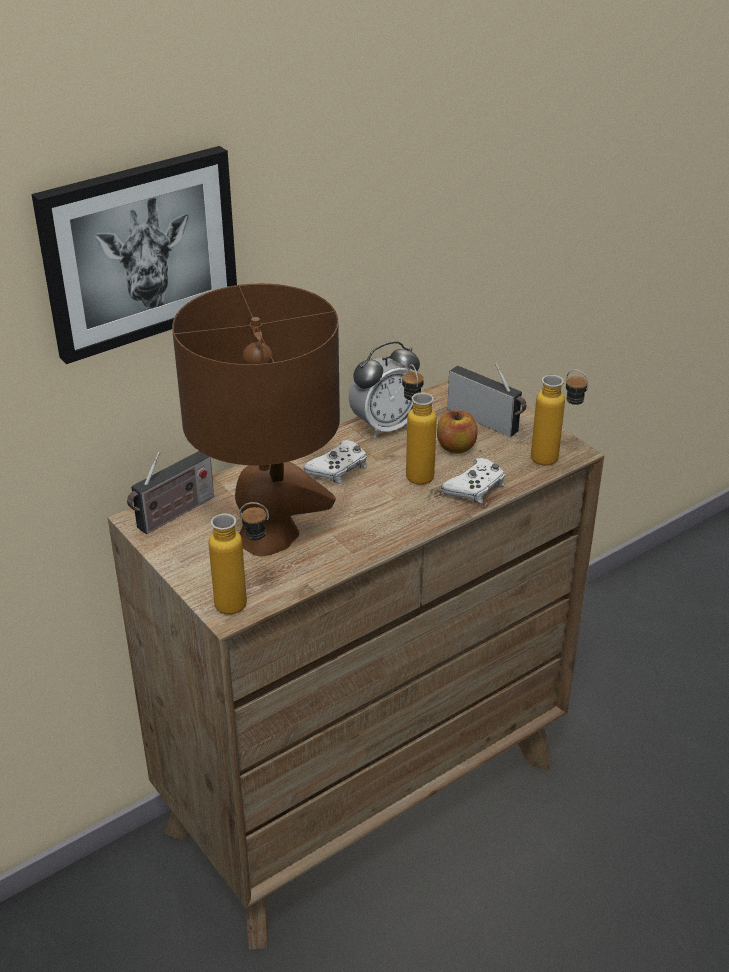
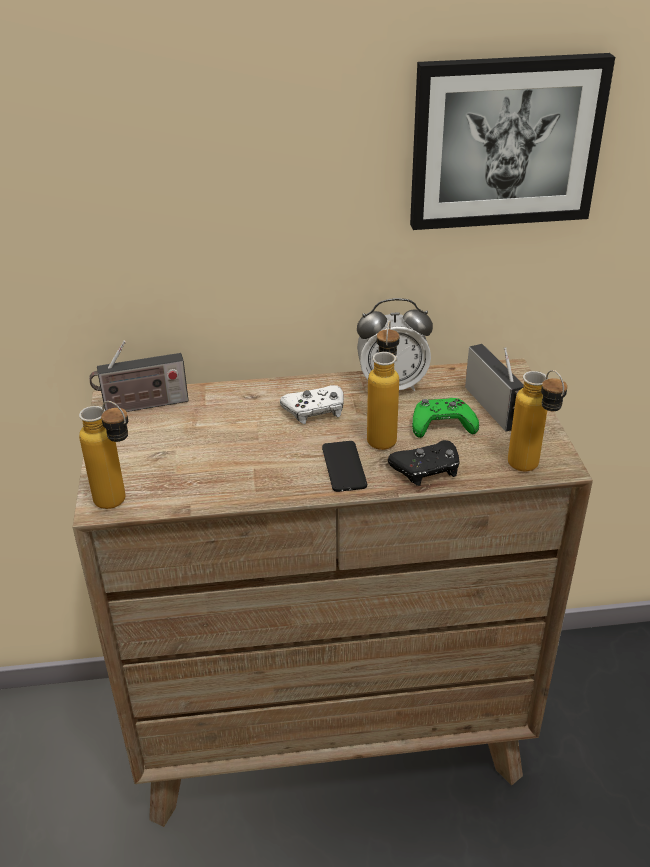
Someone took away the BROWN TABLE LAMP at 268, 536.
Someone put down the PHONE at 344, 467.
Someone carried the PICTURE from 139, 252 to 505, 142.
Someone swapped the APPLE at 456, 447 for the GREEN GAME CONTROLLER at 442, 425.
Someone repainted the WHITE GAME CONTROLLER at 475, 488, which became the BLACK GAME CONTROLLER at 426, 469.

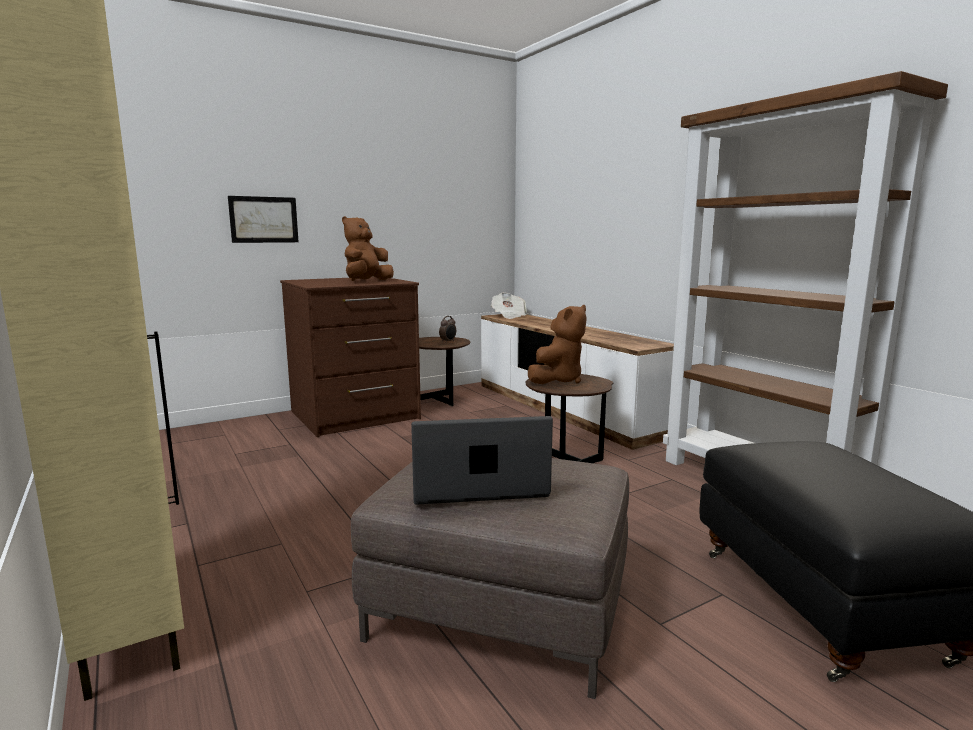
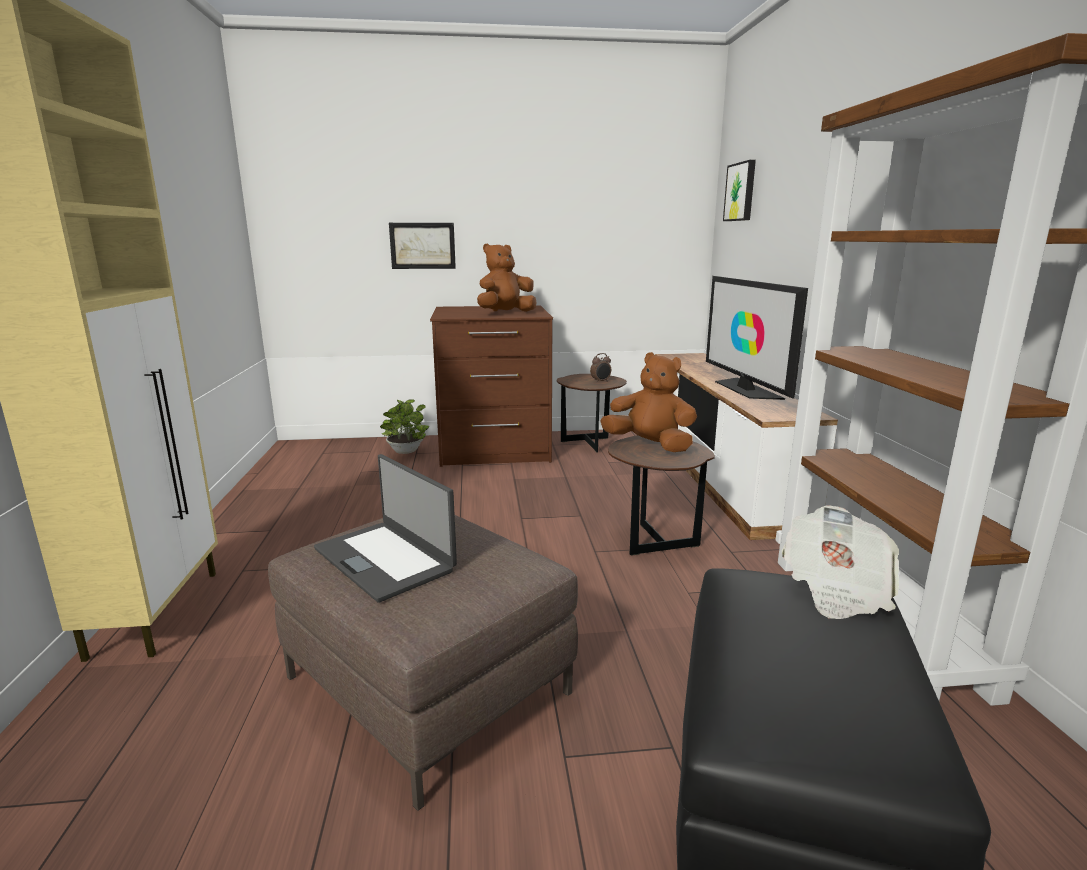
Someone put down the POTTED PLANT at 405, 452.
Someone put down the TELEVISION at 745, 389.
Someone put up the PICTURE at 741, 192.
Someone carried the NEWSPAPER from 508, 316 to 836, 589.
Someone rotated the LAPTOP at 478, 486 by 150 degrees counterclockwise.
Someone rotated the BROWN PLUSH TOY at 557, 380 by 120 degrees counterclockwise.

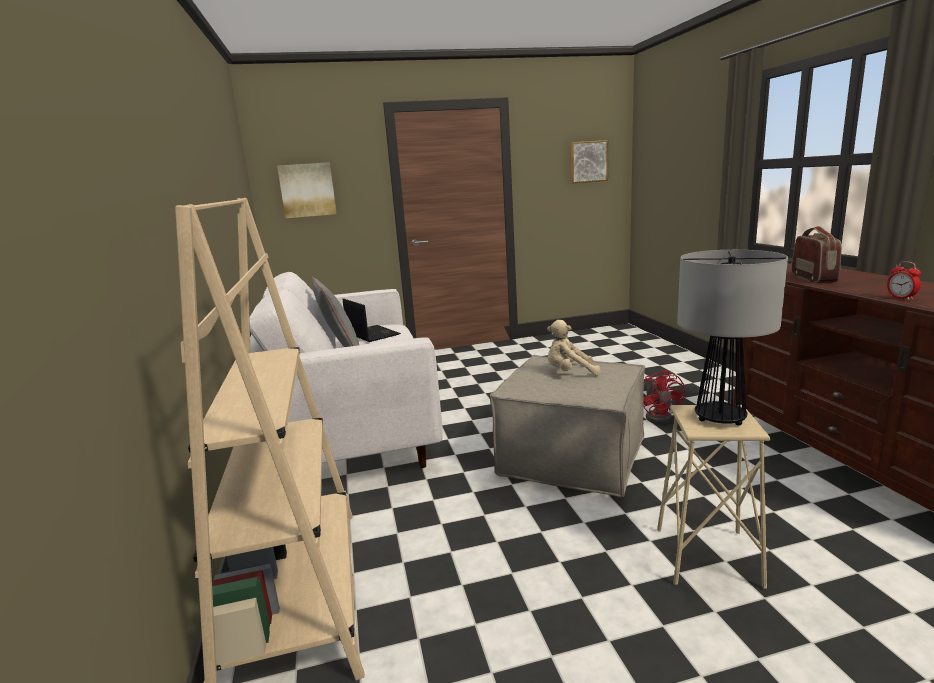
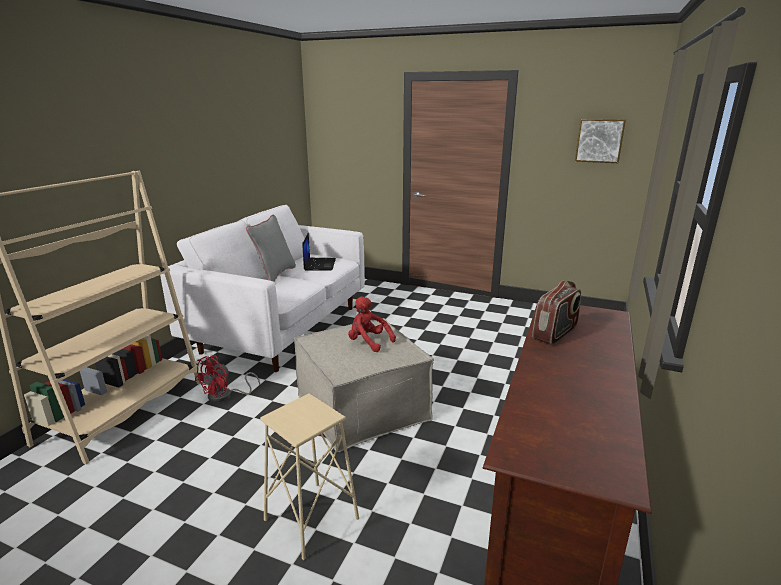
Someone took away the PICTURE at 307, 190.
Someone took away the TABLE LAMP at 719, 419.
Someone took away the ALARM CLOCK at 901, 298.
Someone carried the RED FAN from 661, 416 to 225, 396.
Someone repainted the BEIGE PLUSH TOY at 569, 373, which became the RED PLUSH TOY at 368, 342.

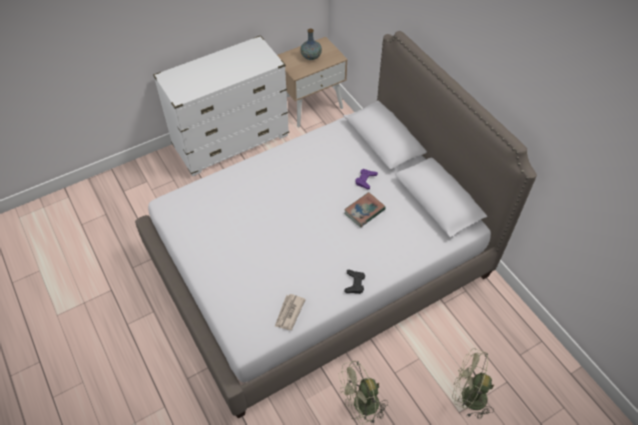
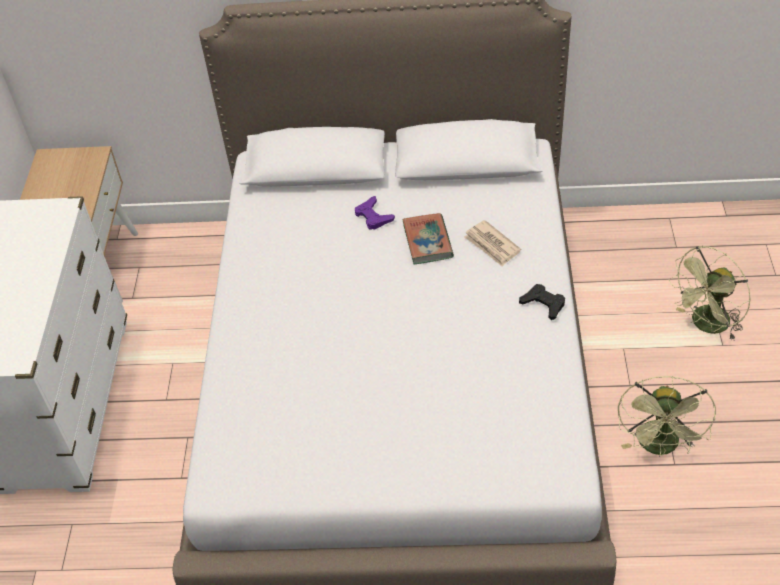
Someone took away the VASE at 311, 56.
Someone carried the NEWSPAPER from 289, 313 to 492, 245.

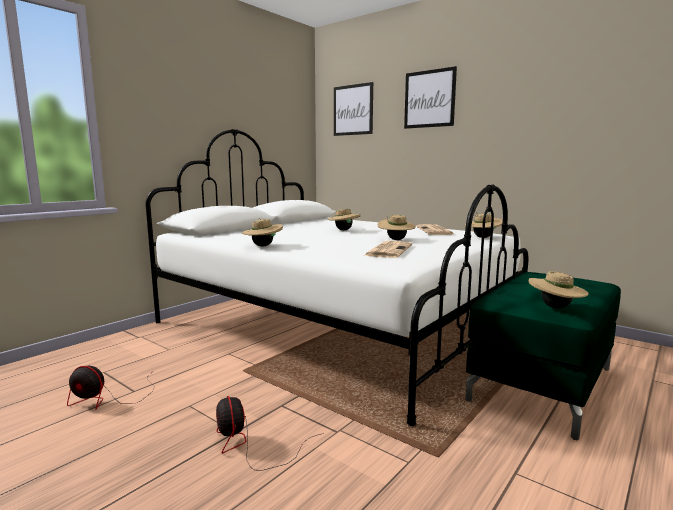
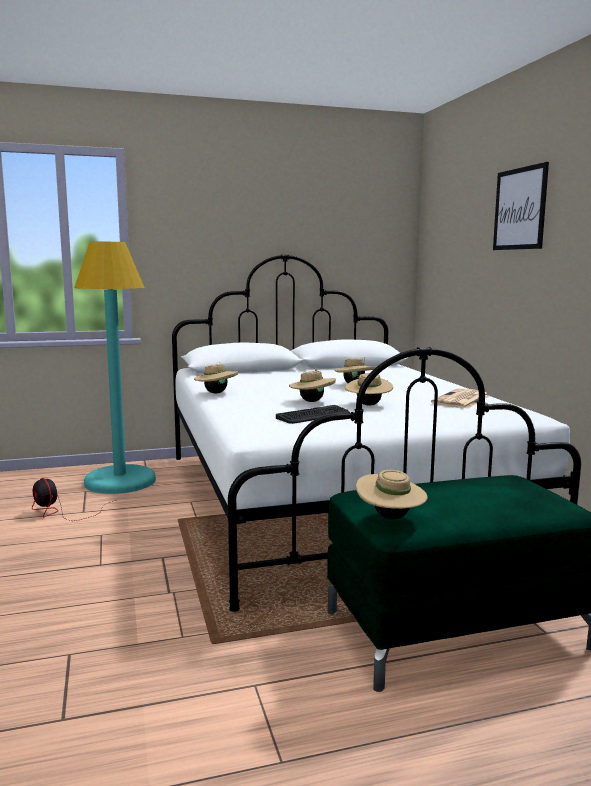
Someone took away the FAN at 249, 445.
Someone took away the PICTURE at 353, 110.
Someone put down the TURQUOISE FLOOR LAMP at 120, 481.
Someone carried the BEIGE HAT from 482, 237 to 312, 401.
Someone swapped the NEWSPAPER at 388, 250 for the KEYBOARD at 314, 416.

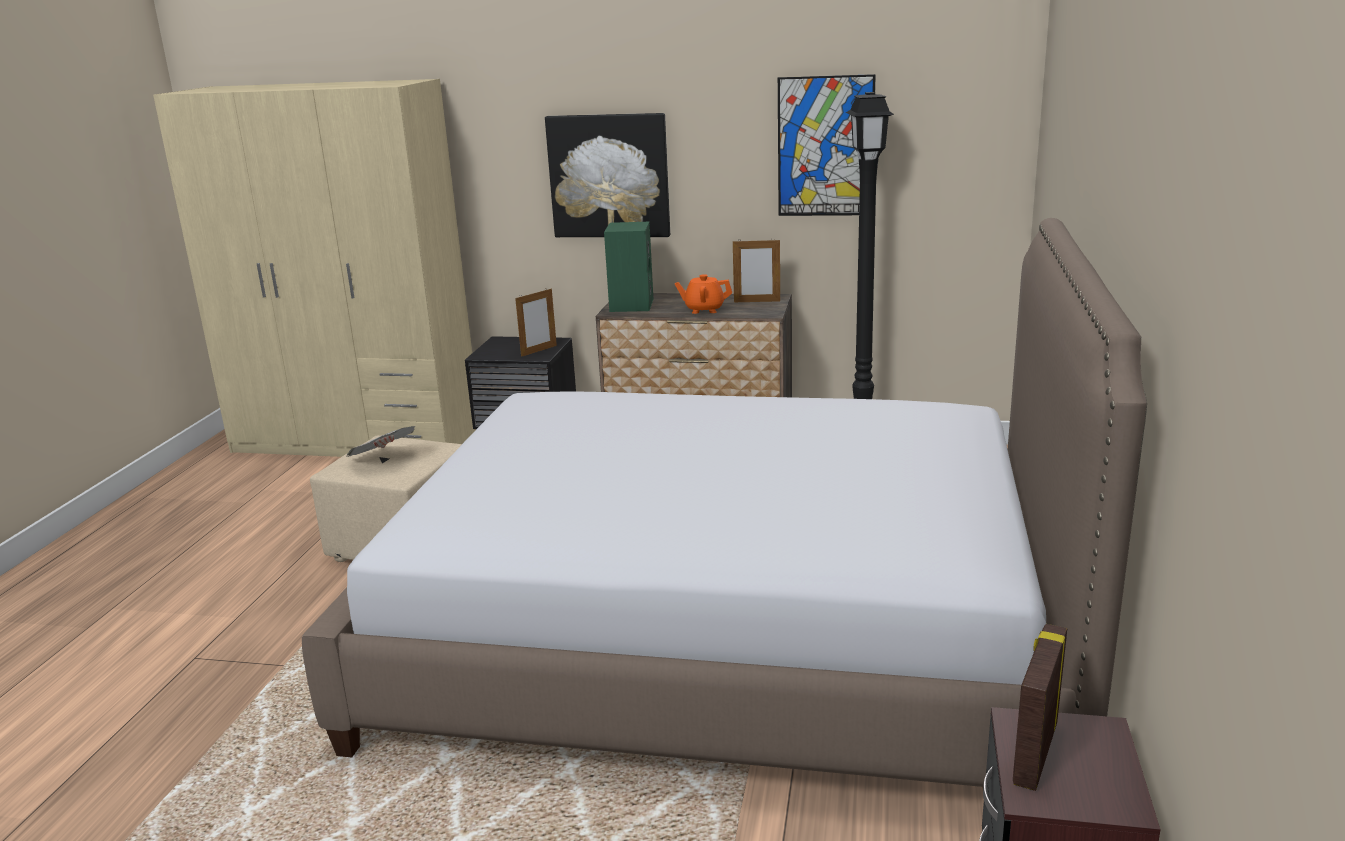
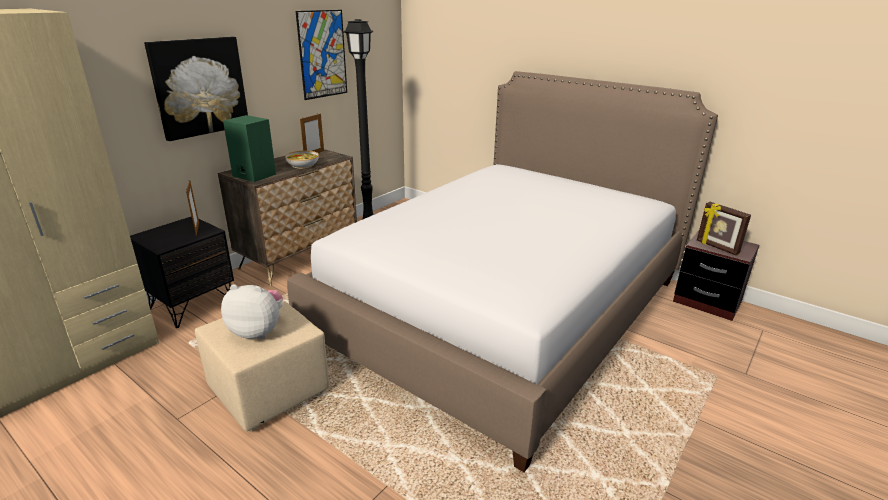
Someone swapped the NEWSPAPER at 383, 459 for the PLUSH TOY at 258, 331.
Someone swapped the ORANGE TEAPOT at 704, 310 for the BOWL at 303, 165.

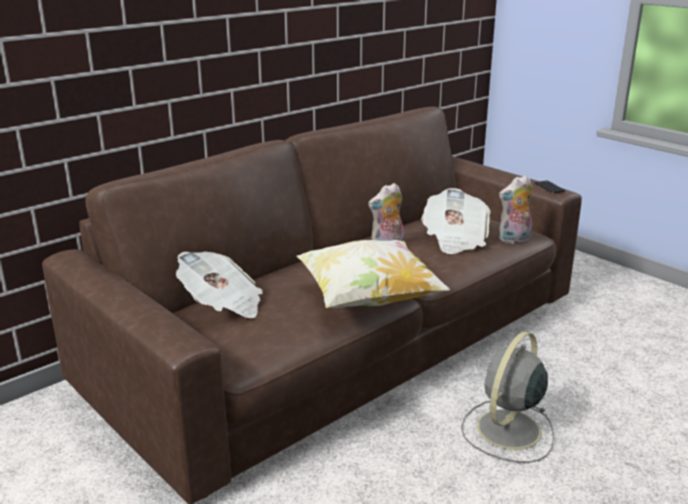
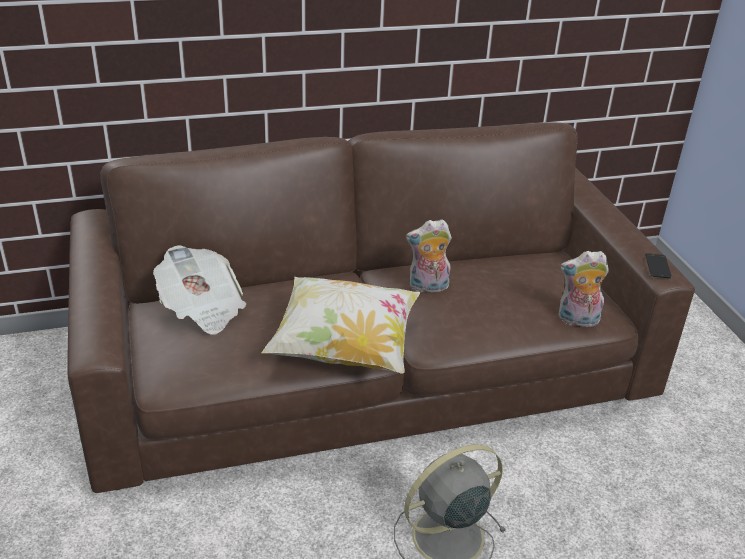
Someone took away the NEWSPAPER at 454, 239.

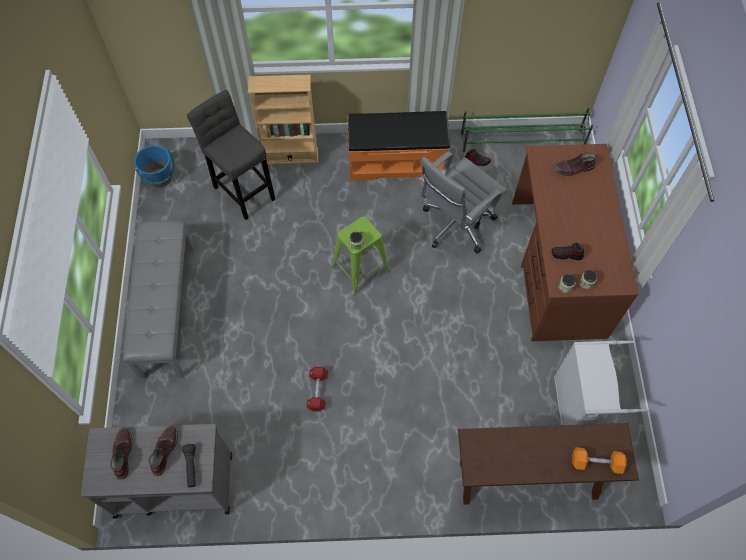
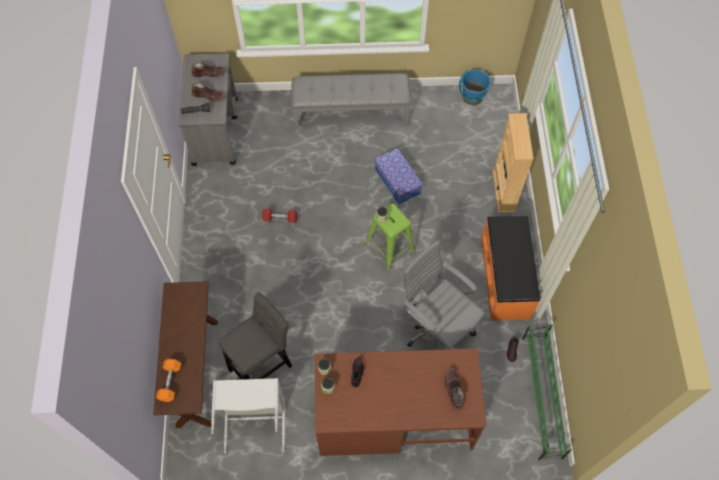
Someone put down the STORAGE BOX at 397, 181.
Someone carried the GREY STOOL from 243, 190 to 263, 365.

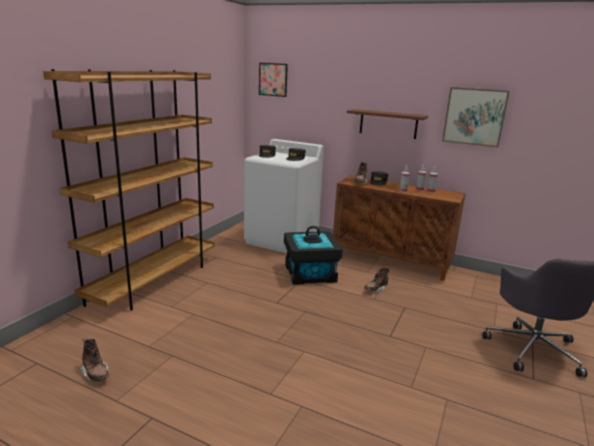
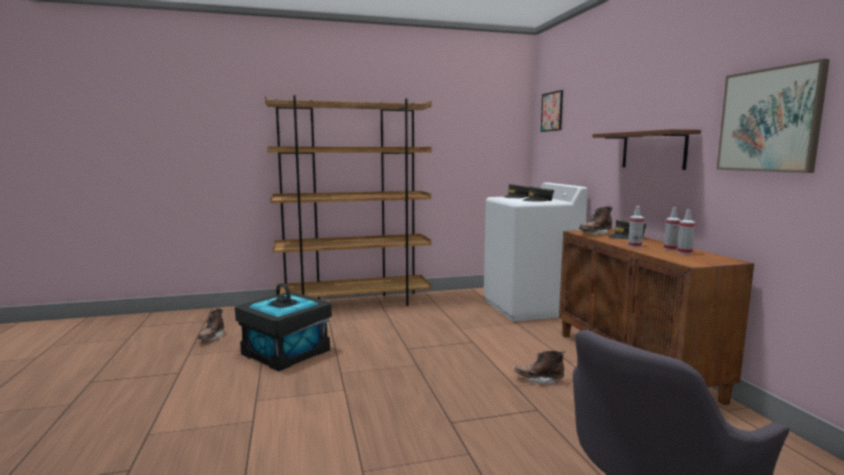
Someone carried the BLACK STORAGE BOX from 310, 273 to 285, 352.

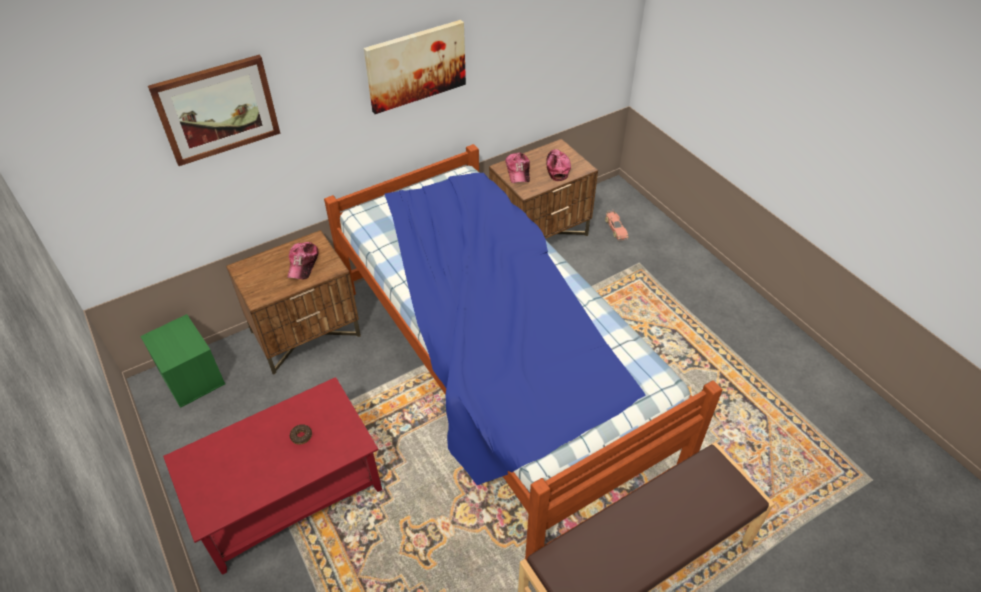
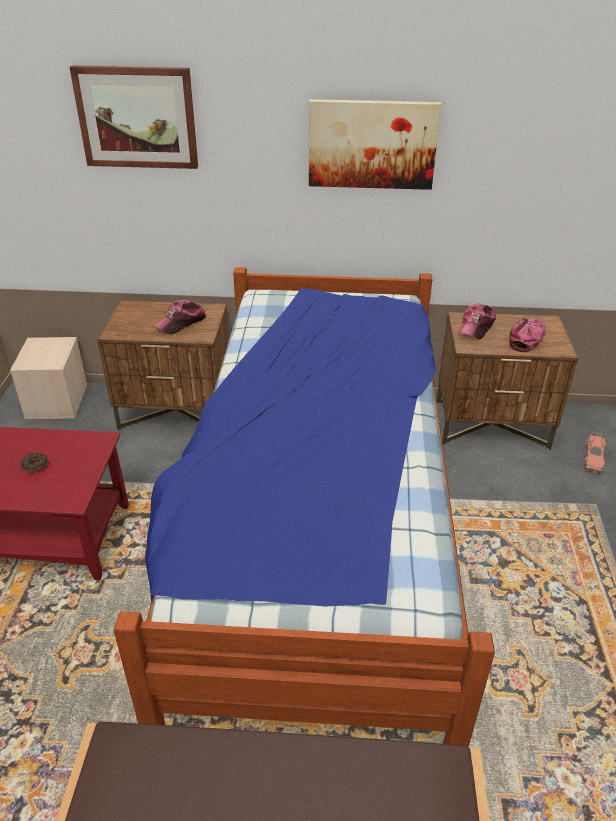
Someone repainted the GREEN STORAGE BOX at 193, 377, which became the BEIGE STORAGE BOX at 57, 401.

